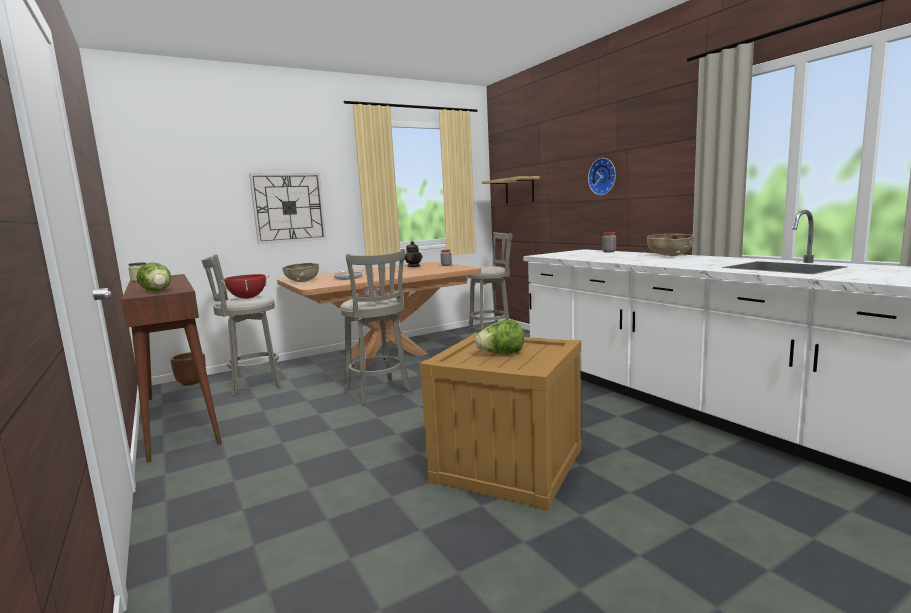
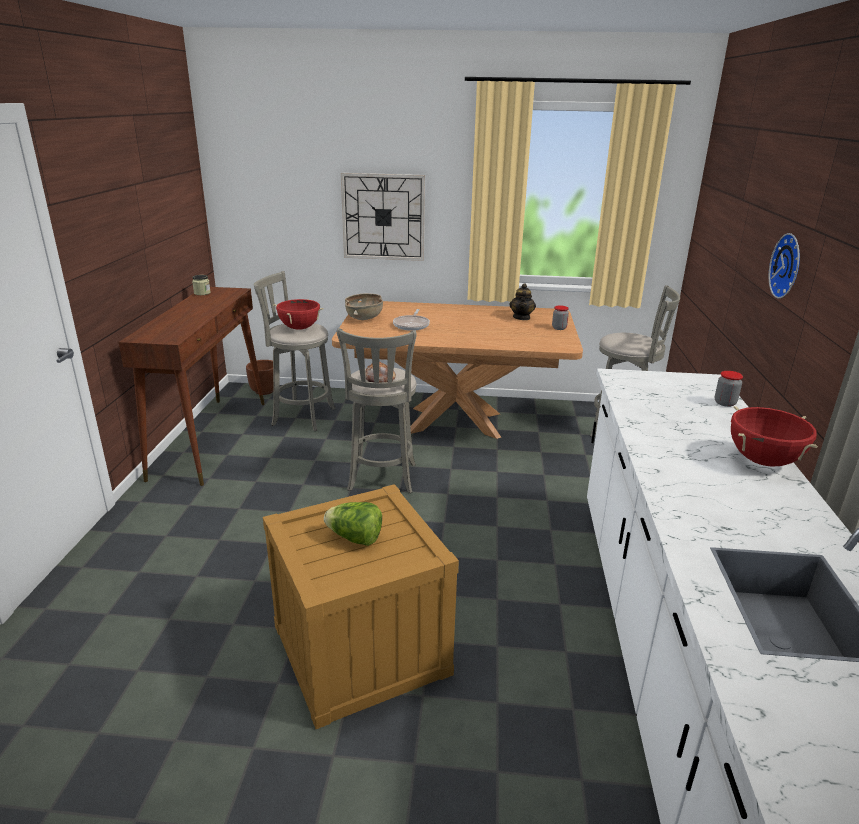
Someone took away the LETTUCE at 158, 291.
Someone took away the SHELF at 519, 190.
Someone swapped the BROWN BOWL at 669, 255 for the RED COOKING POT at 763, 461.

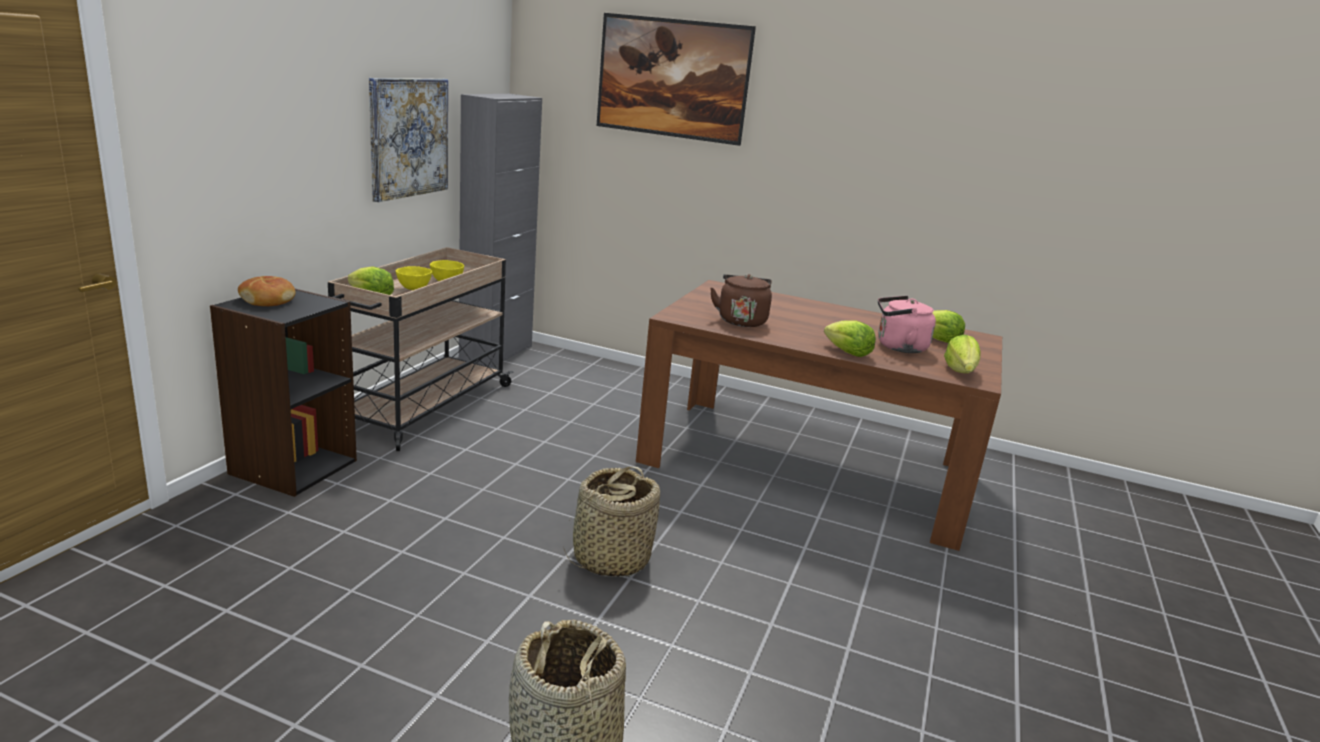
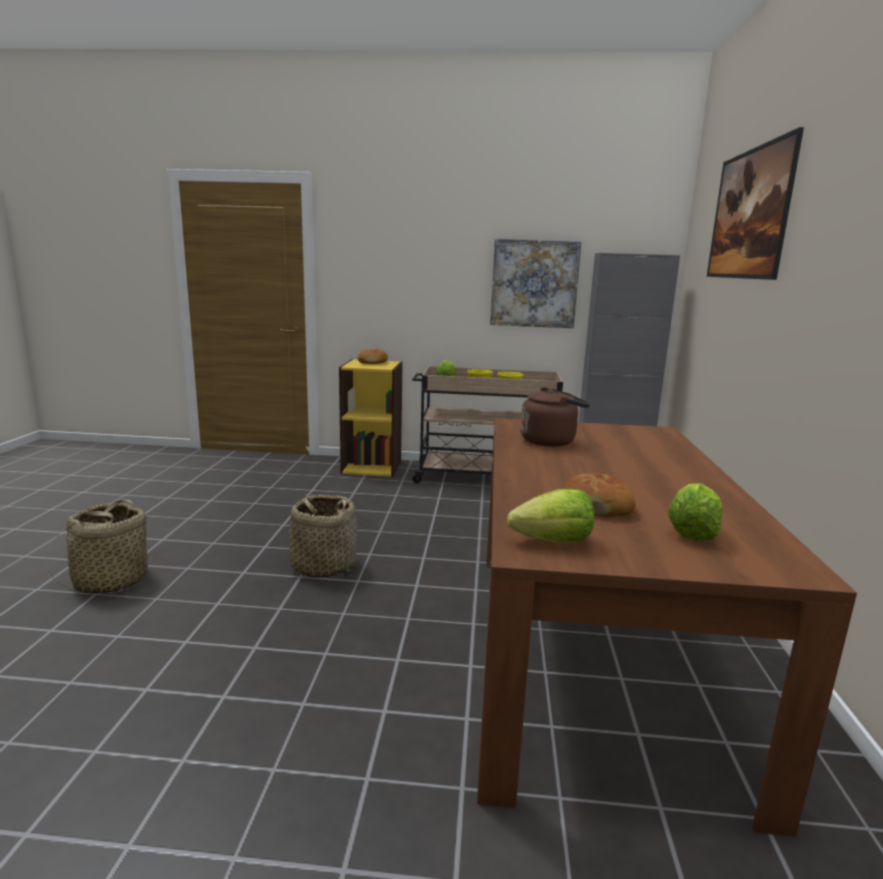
Someone took away the LETTUCE at 847, 352.
Someone swapped the PINK KETTLE at 898, 347 for the BREAD at 598, 506.
Someone repainted the BLACK BOOKCASE at 293, 466, which became the YELLOW BOOKCASE at 372, 466.

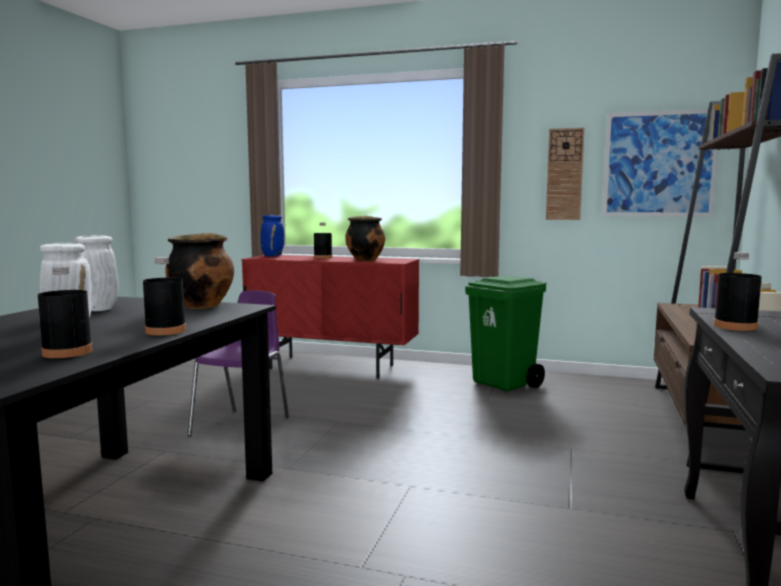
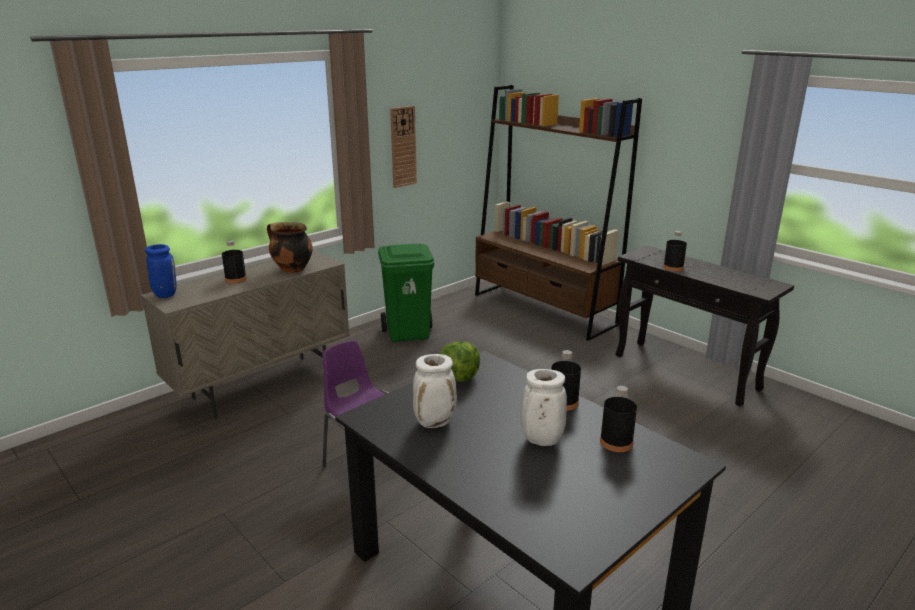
Someone took away the PICTURE at 659, 164.
Someone swapped the COOKING POT at 202, 305 for the LETTUCE at 459, 377.
Someone repainted the RED CABINET at 332, 367, which became the BEIGE CABINET at 263, 386.

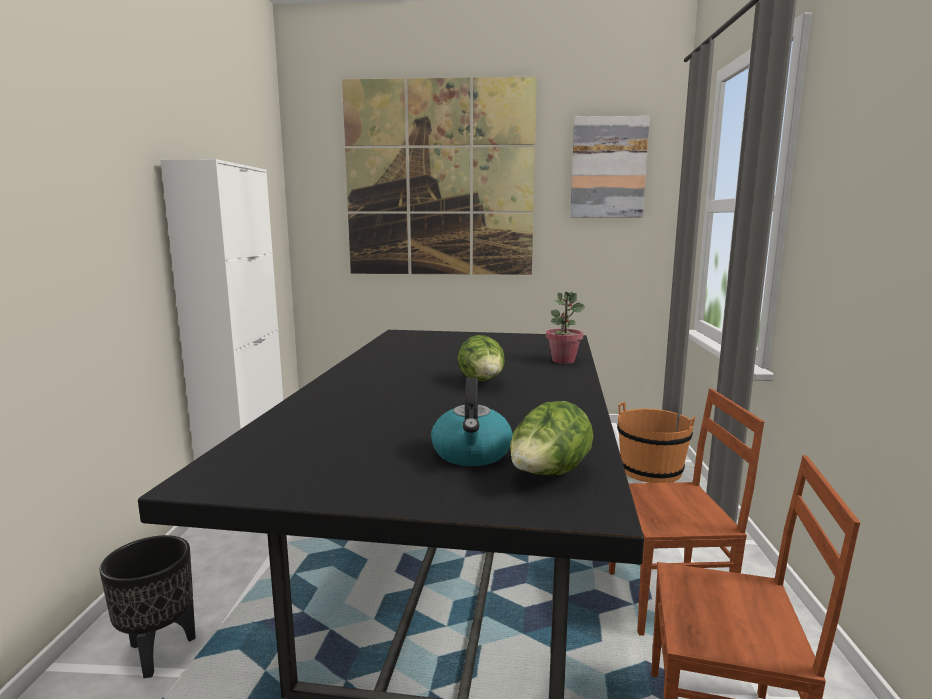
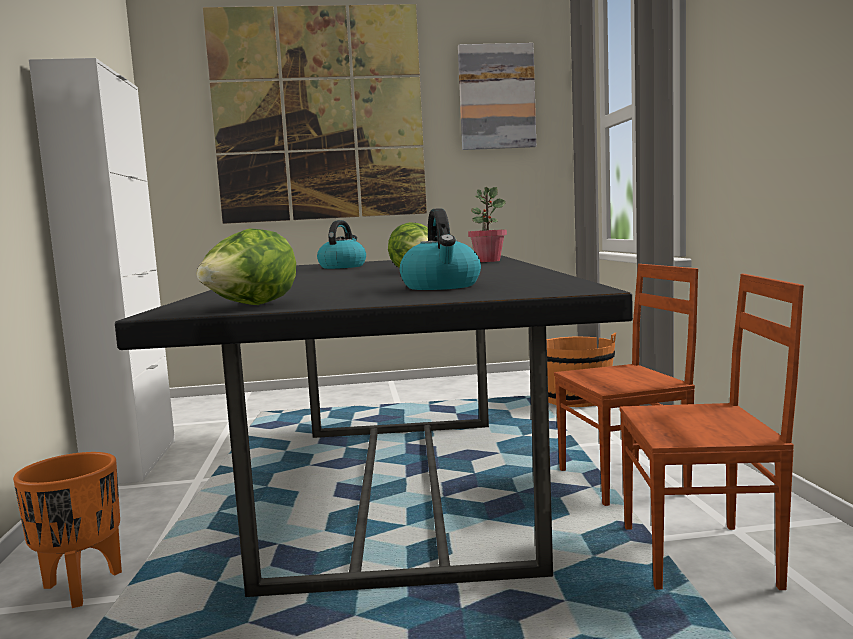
Someone put down the KETTLE at 342, 267.
Someone carried the LETTUCE from 548, 476 to 250, 306.
Someone repainted the BLACK PLANTER at 158, 652, which became the ORANGE PLANTER at 81, 587.

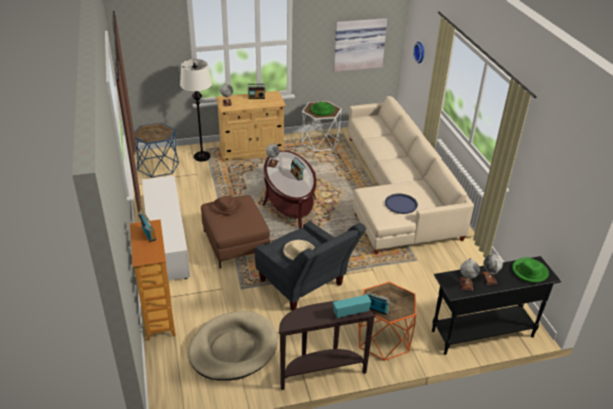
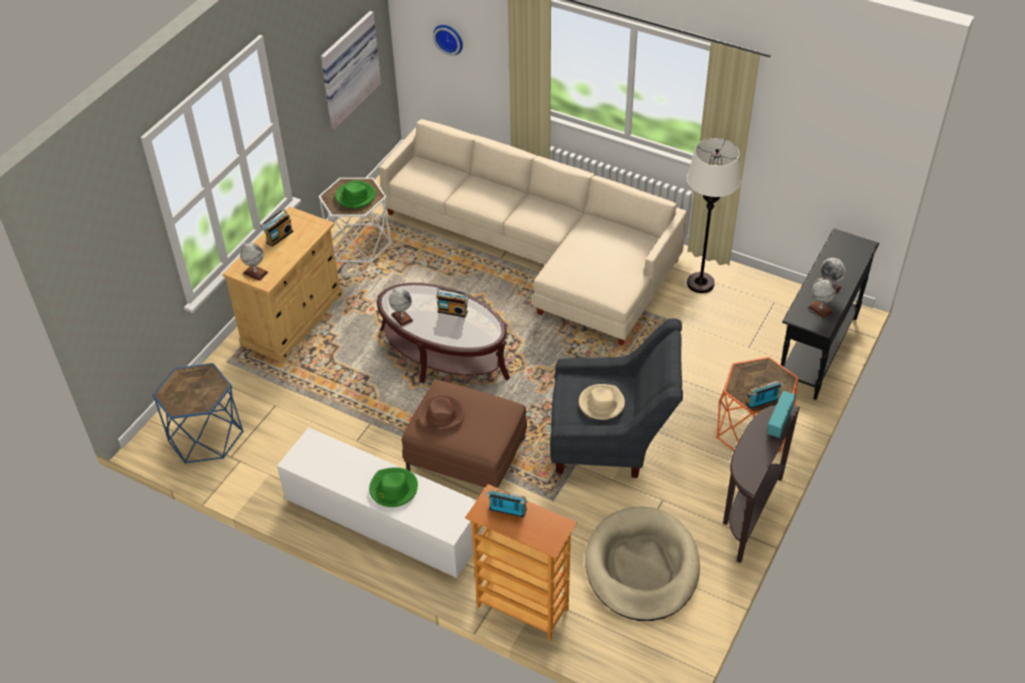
Someone took away the BLUE TRAY at 401, 204.
Someone carried the WHITE FLOOR LAMP from 202, 157 to 700, 283.
Someone carried the GREEN HAT from 529, 271 to 393, 489.

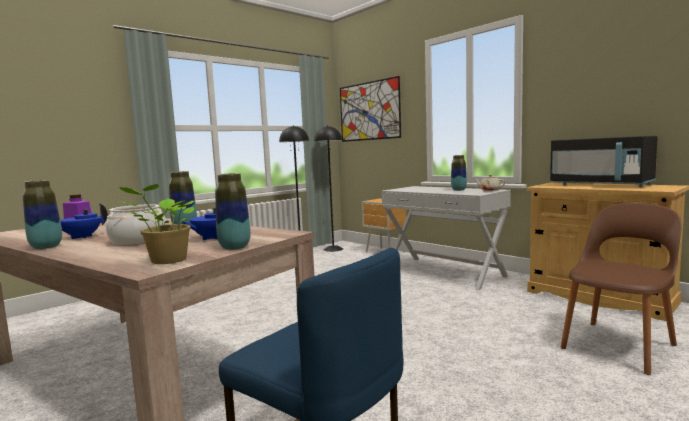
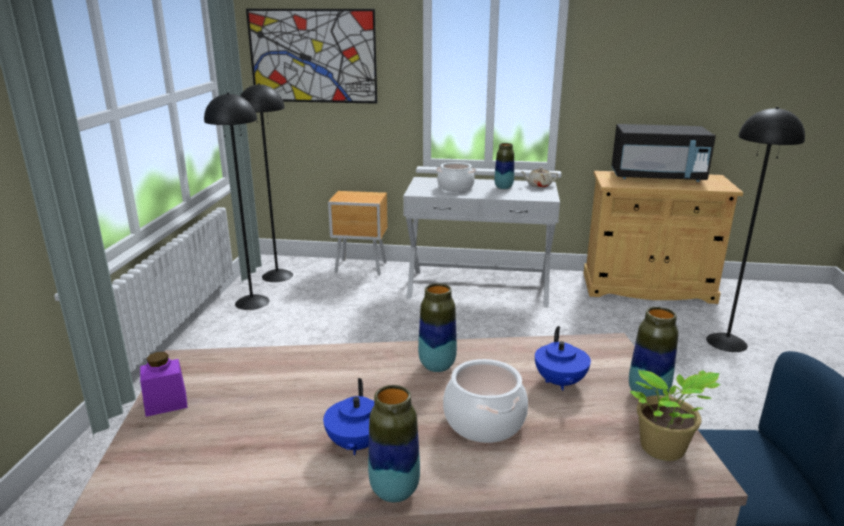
Someone put down the COOKING POT at 455, 188.
Someone swapped the BROWN CHAIR at 619, 345 for the BLACK FLOOR LAMP at 726, 342.

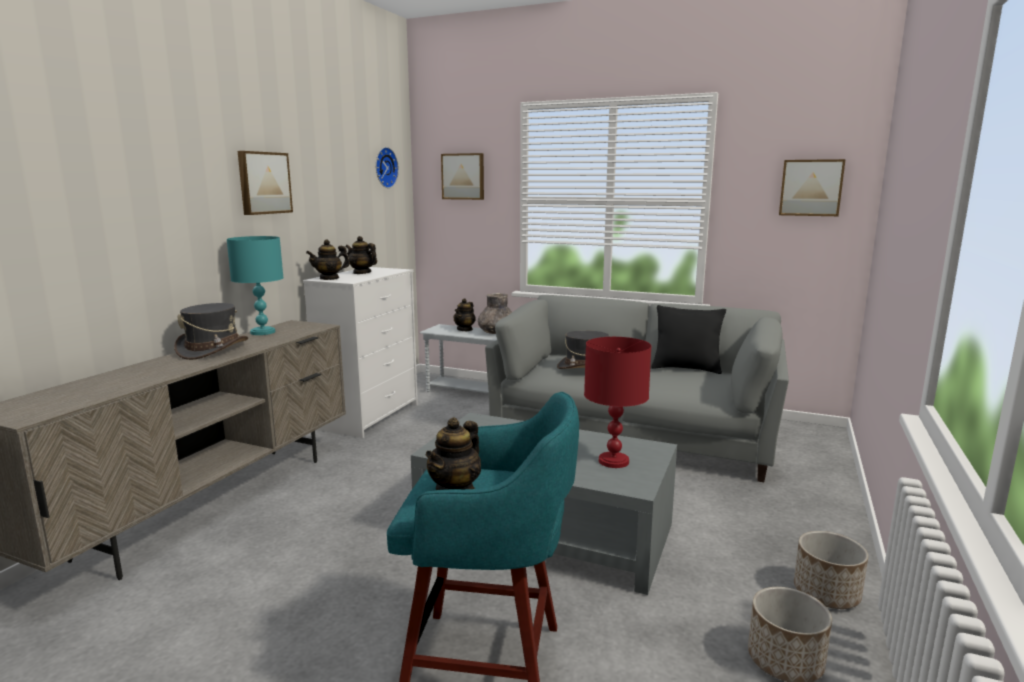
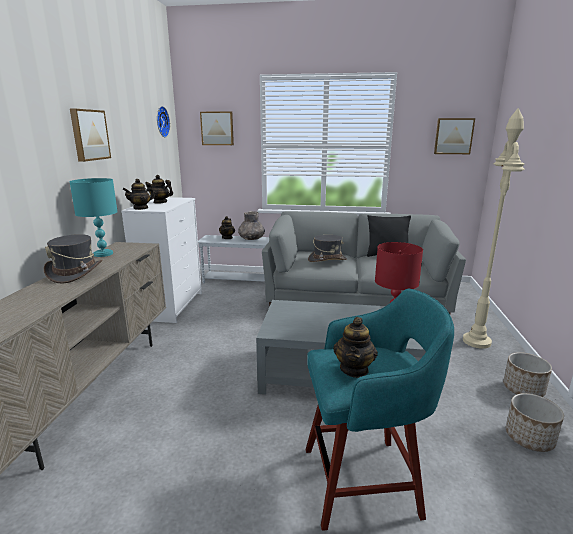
Someone put down the BEIGE FLOOR LAMP at 476, 341.

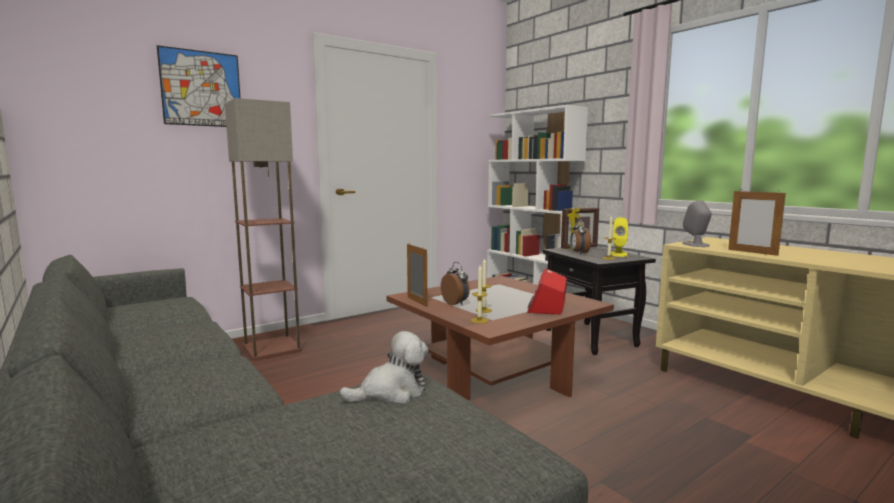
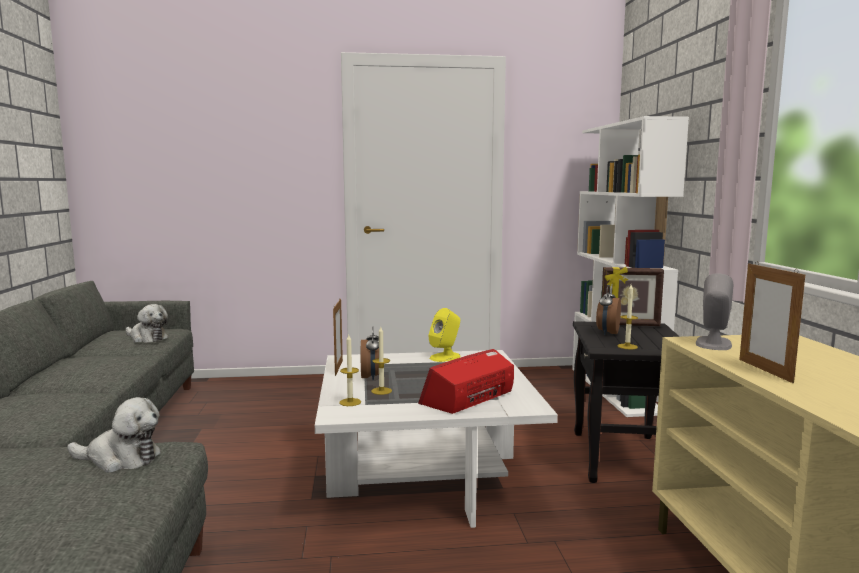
Someone took away the PICTURE at 201, 88.
Someone took away the FLOOR LAMP at 272, 348.
Someone put down the PLUSH TOY at 147, 338.
Someone carried the YELLOW SPEAKER from 618, 254 to 445, 357.
Someone repainted the BROWN COFFEE TABLE at 495, 375, which became the WHITE COFFEE TABLE at 425, 475.

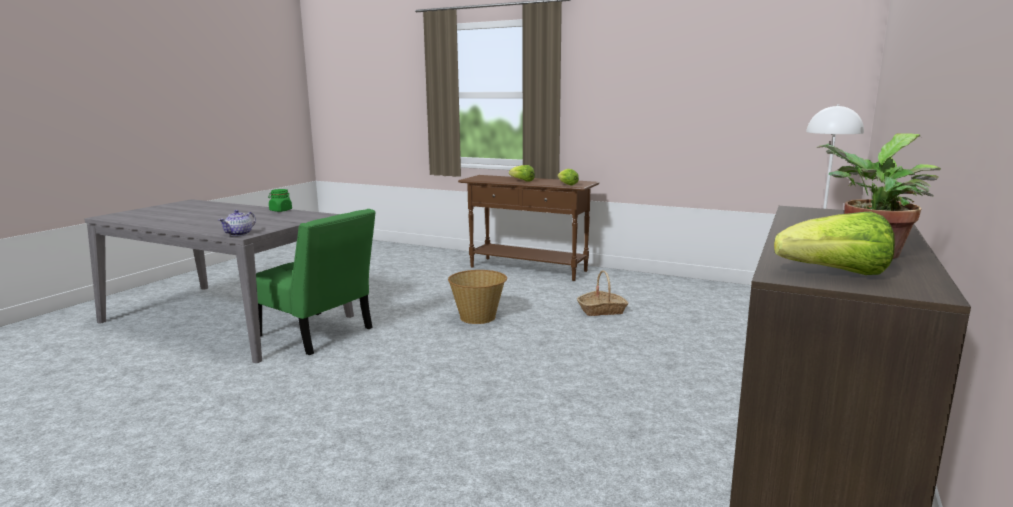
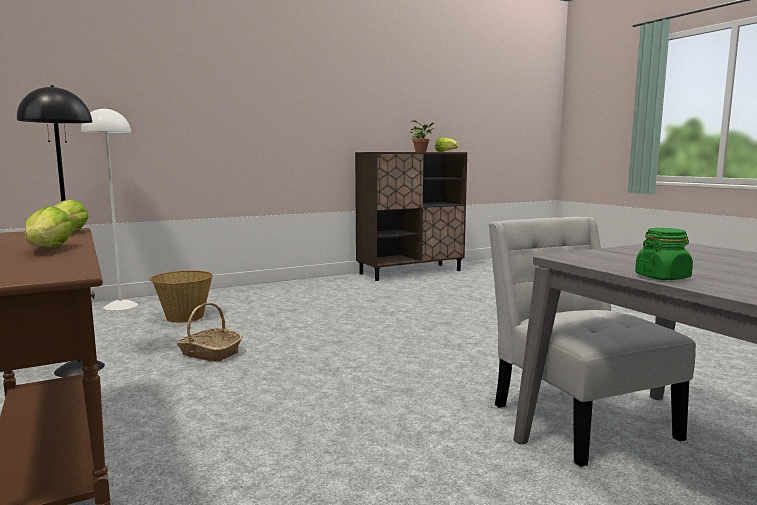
Someone took away the TEAPOT at 239, 234.
Someone put down the BLACK FLOOR LAMP at 79, 368.
Someone carried the BASKET from 478, 317 to 184, 317.
Someone repainted the GREEN CHAIR at 318, 334, which became the WHITE CHAIR at 577, 417.

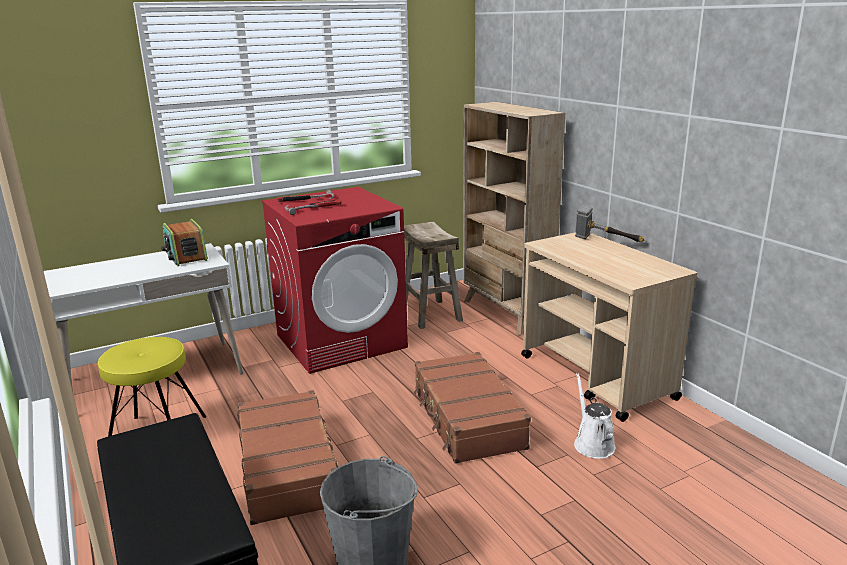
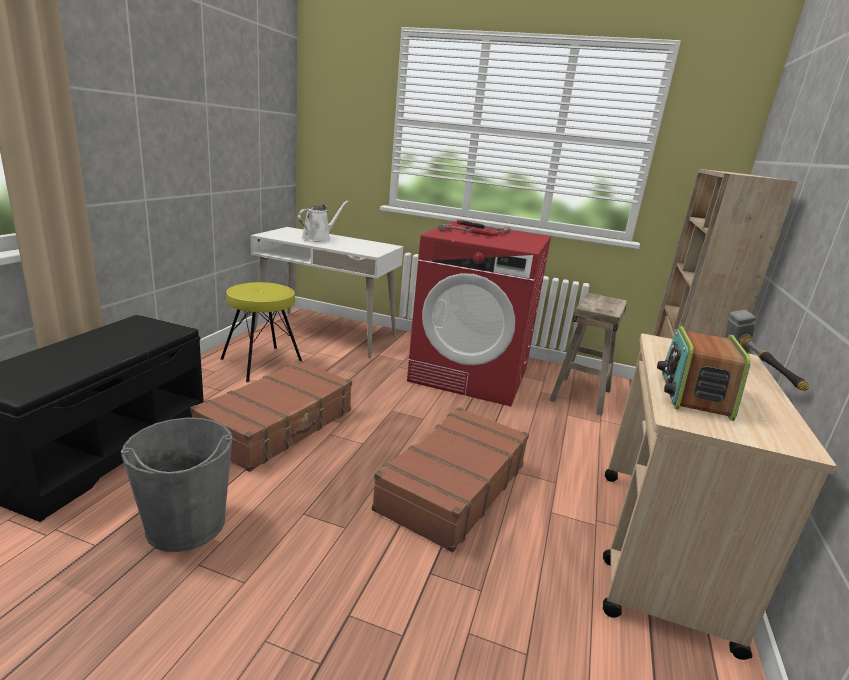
Someone carried the RADIO from 186, 256 to 693, 394.
Someone carried the WHITE WATERING CAN from 592, 443 to 318, 239.

